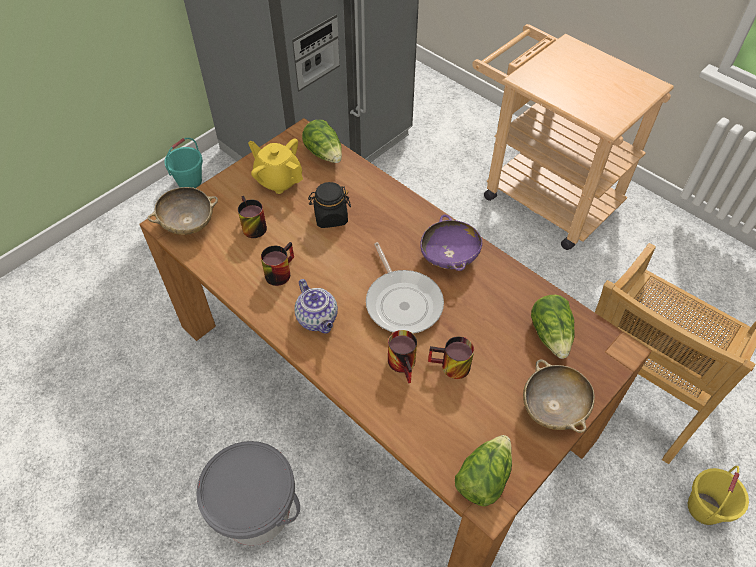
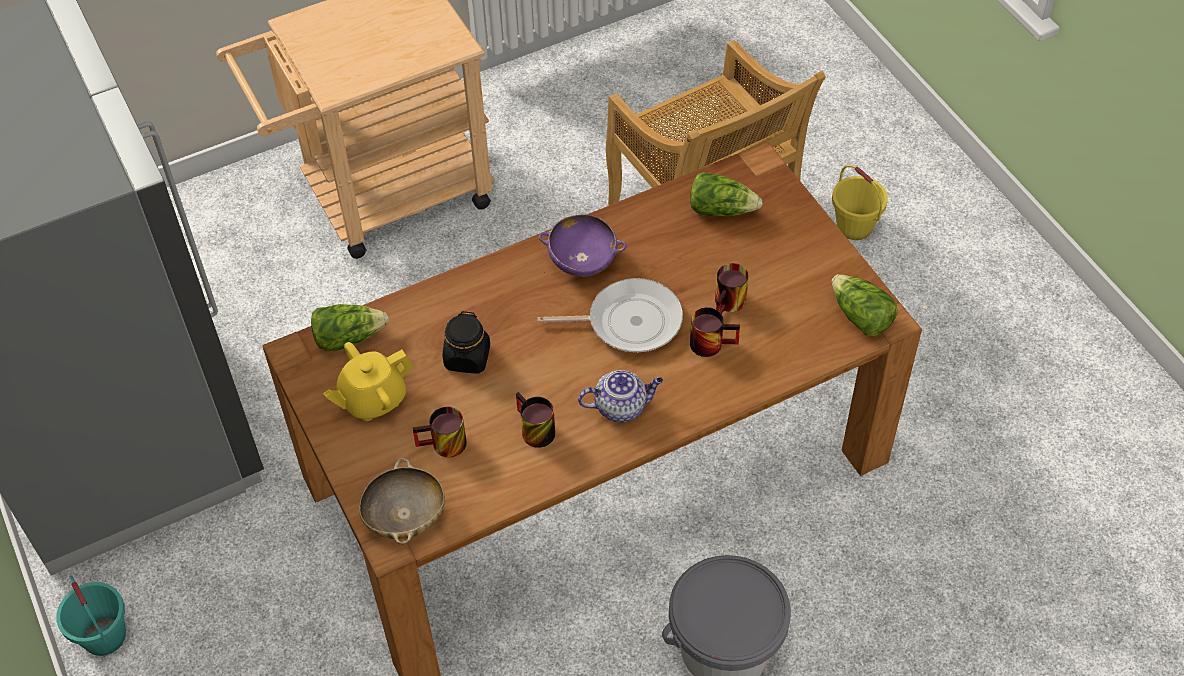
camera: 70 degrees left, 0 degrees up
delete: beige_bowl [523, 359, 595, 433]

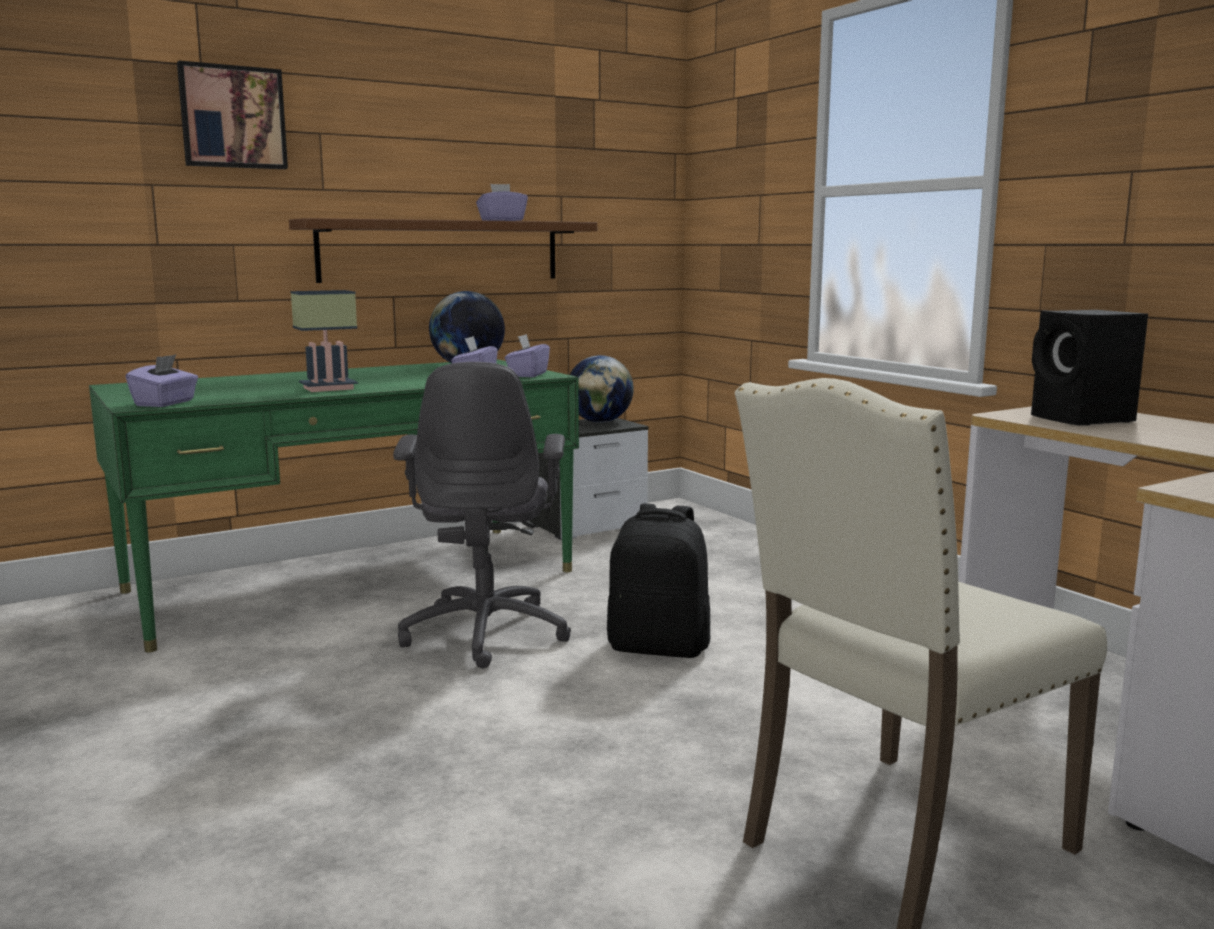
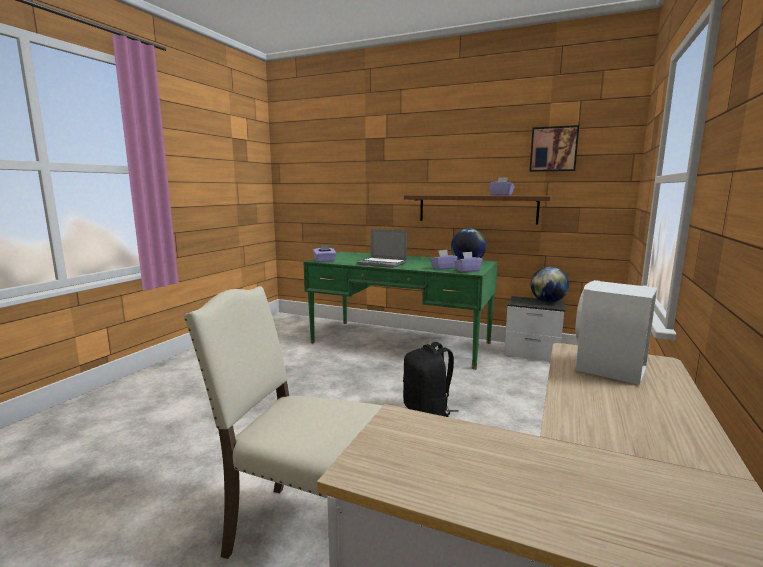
camera: 55 degrees right, 0 degrees up
delete: grey_office_chair [393, 362, 571, 668]
move: picture [177, 61, 288, 169] to [529, 125, 579, 172]
replace: table_lamp [291, 290, 358, 392] to laptop [357, 229, 407, 268]
recolor: black_speaker [1031, 310, 1148, 425] to white_speaker [575, 280, 657, 385]

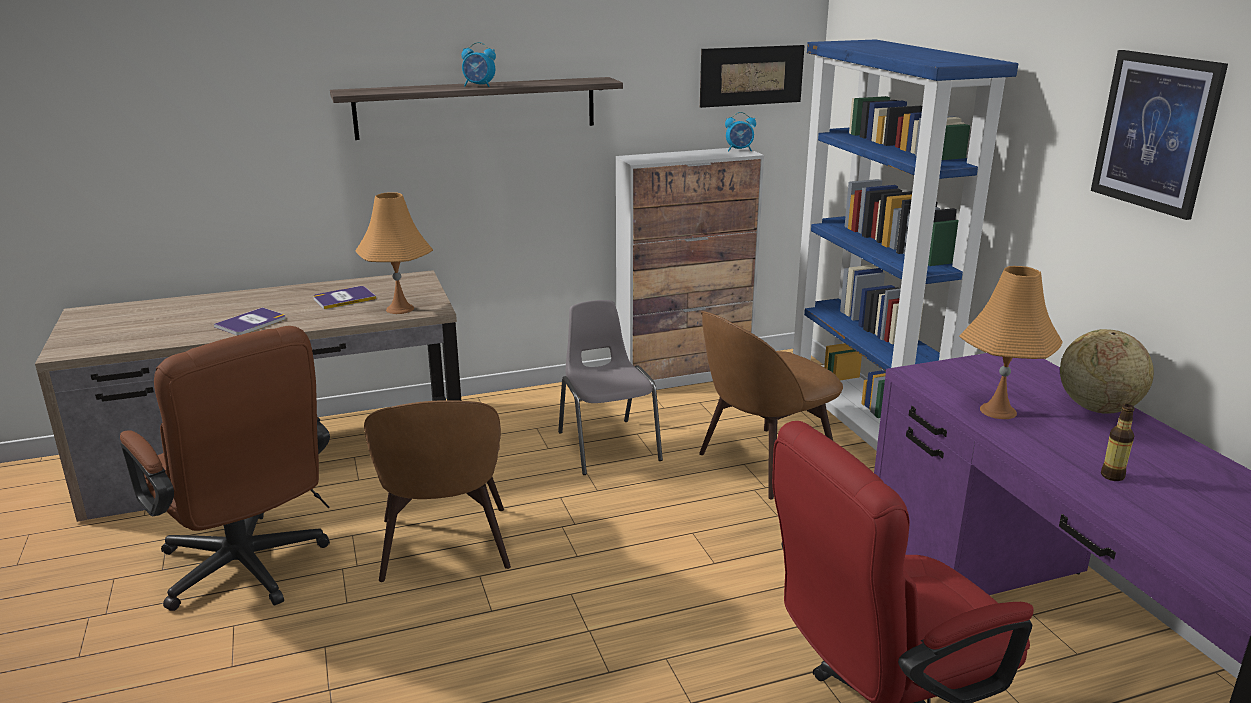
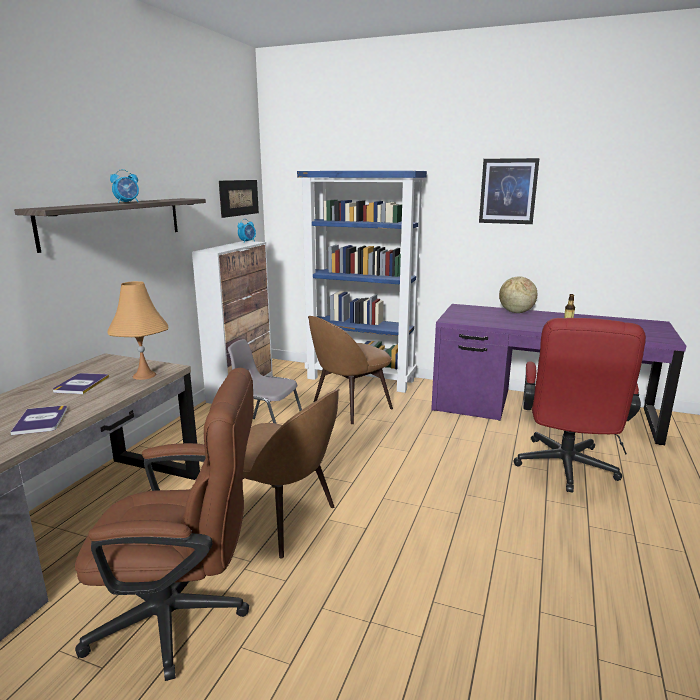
camera: 50 degrees left, 5 degrees down
delete: orange_table_lamp [959, 266, 1063, 419]
rotate: brown_chair [699, 311, 843, 499] = [308, 316, 393, 424] 45 degrees clockwise

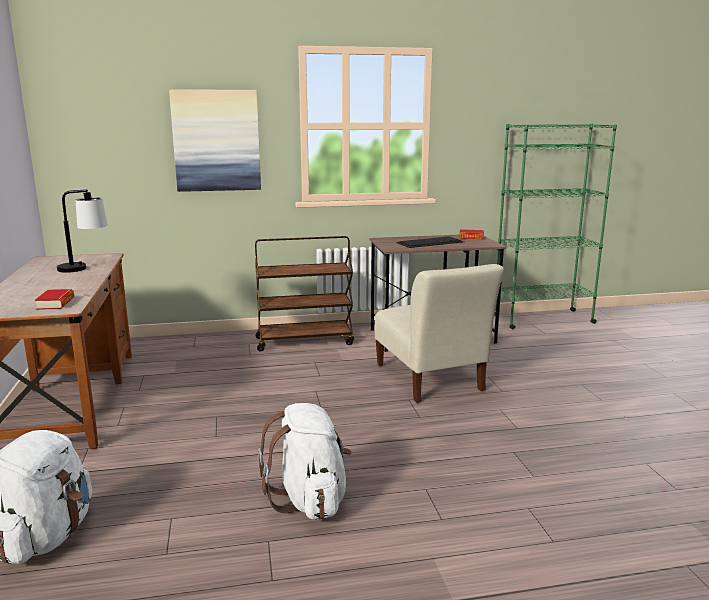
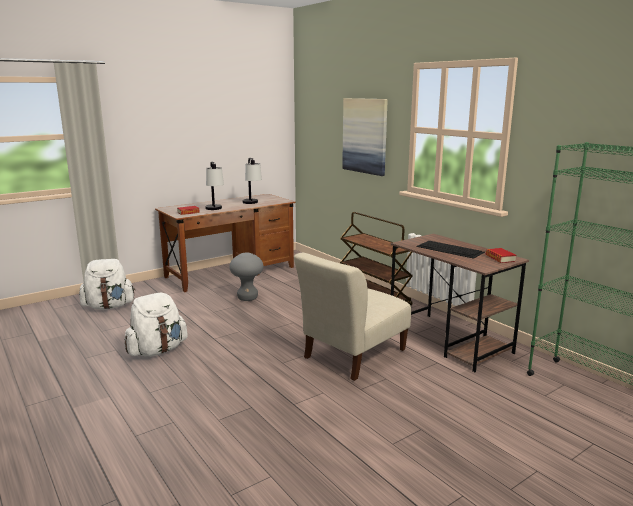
camera: 65 degrees right, 0 degrees up
insert: table_lamp [205, 162, 224, 210]; grey_stool [229, 252, 263, 301]

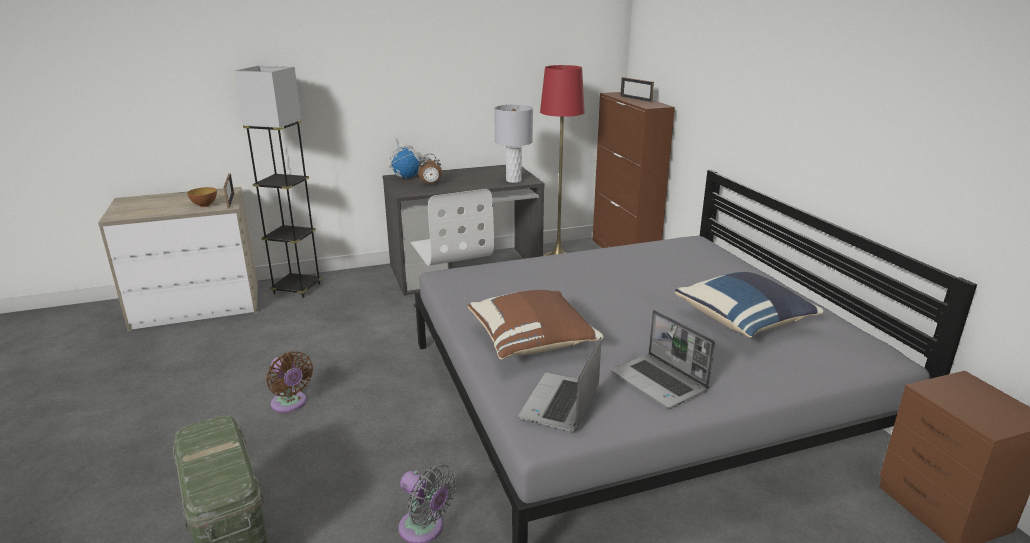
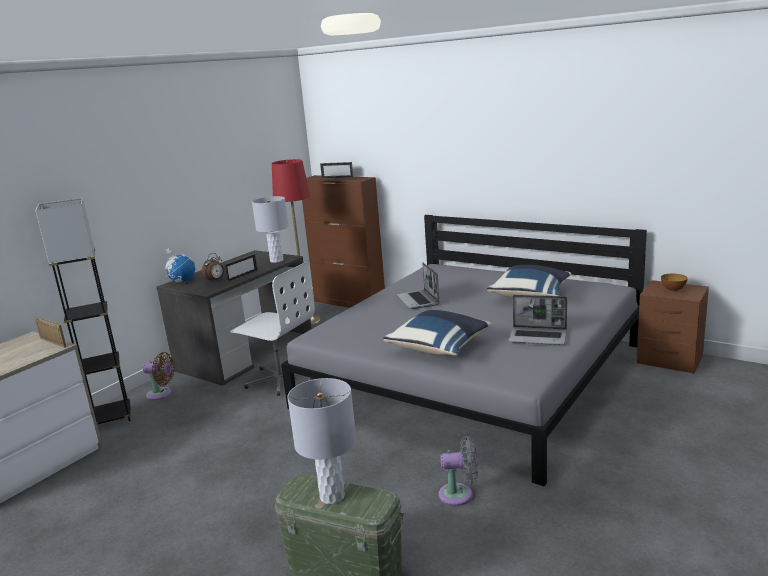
camera: 35 degrees left, 5 degrees down
insert: picture_frame [224, 254, 258, 282]; grey_table_lamp [287, 378, 356, 504]
move: brown_fan [266, 351, 313, 413] to [143, 352, 175, 400]; laptop [518, 337, 601, 432] to [396, 263, 440, 309]; bowl [187, 187, 217, 207] to [661, 274, 688, 292]
recolor: brown_pillow [468, 290, 604, 360] to blue_pillow [383, 310, 491, 355]

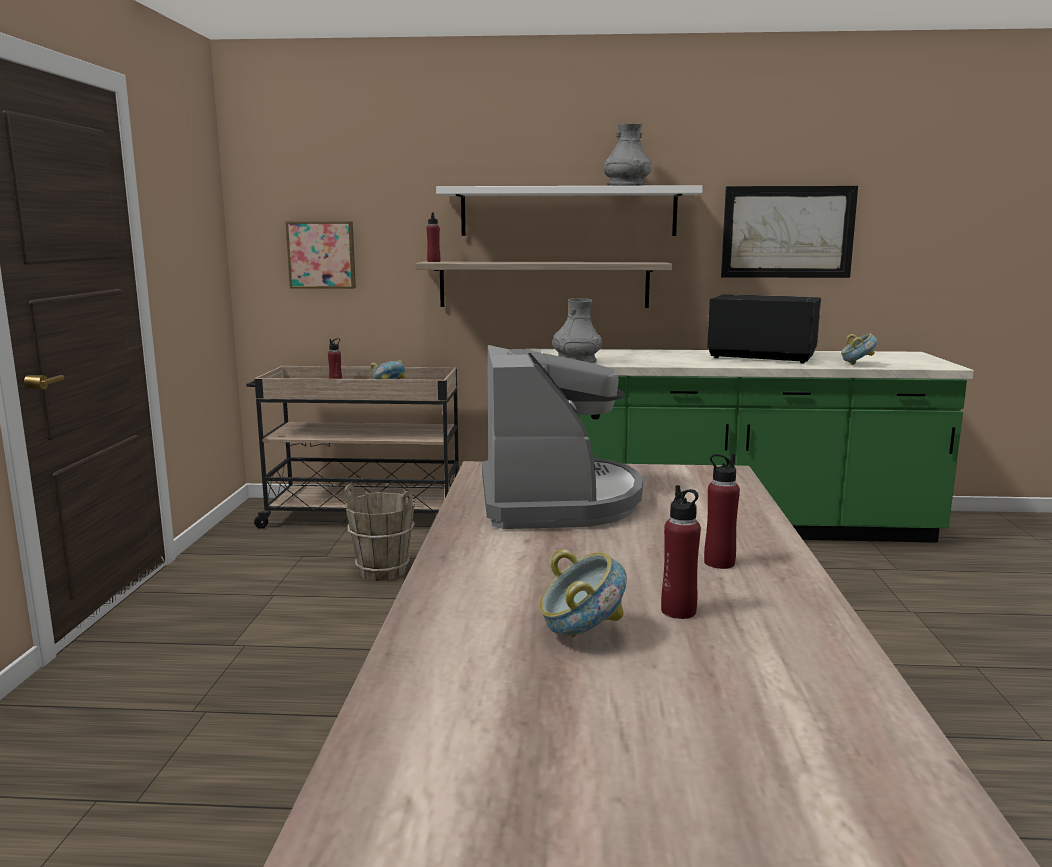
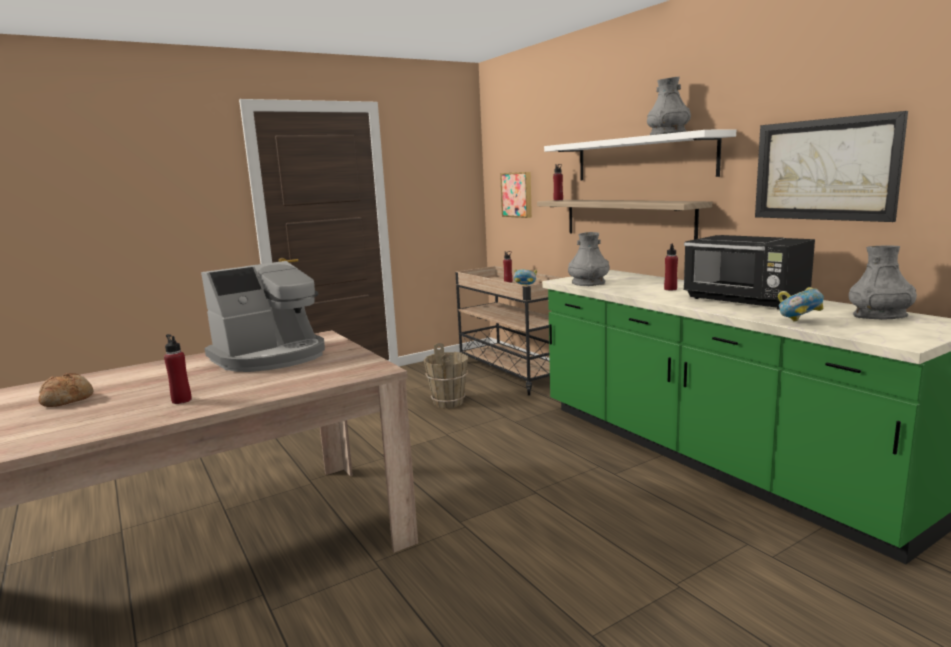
camera: 55 degrees right, 0 degrees up
insert: grey_vase [849, 245, 917, 320]
move: red_bottle [661, 485, 701, 619] to [664, 244, 678, 290]
replace: bowl [540, 549, 627, 637] to bread [38, 373, 93, 407]
rotate: black_microwave [707, 294, 821, 363] = [683, 235, 815, 310] 150 degrees clockwise

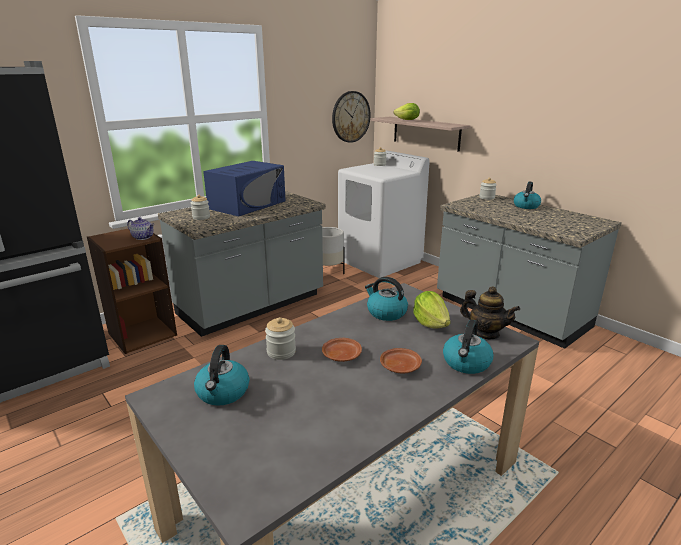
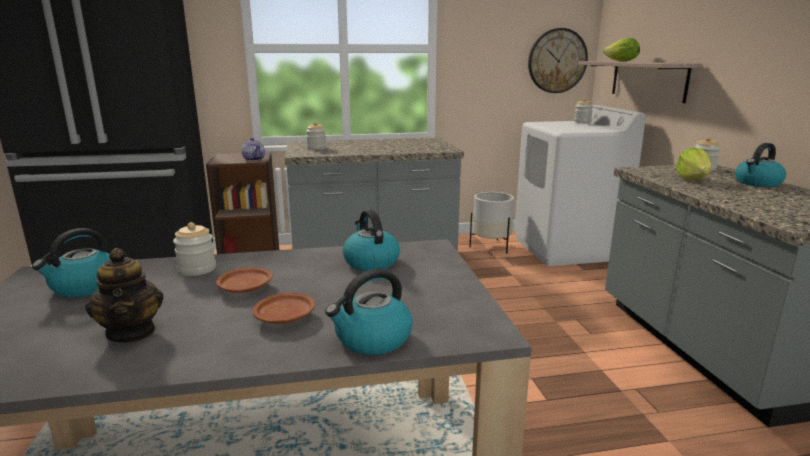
camera: 30 degrees right, 5 degrees down
delete: blue_microwave [203, 161, 286, 217]
move: teapot [460, 286, 520, 339] to [85, 248, 163, 343]; lettuce [413, 291, 451, 328] to [676, 148, 712, 180]

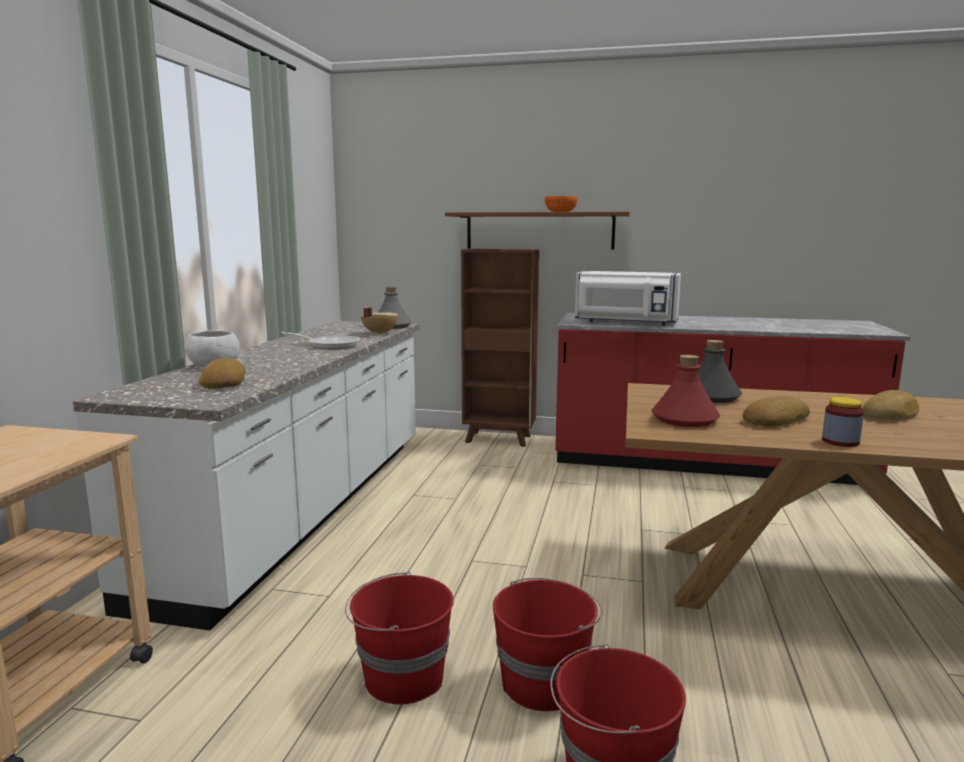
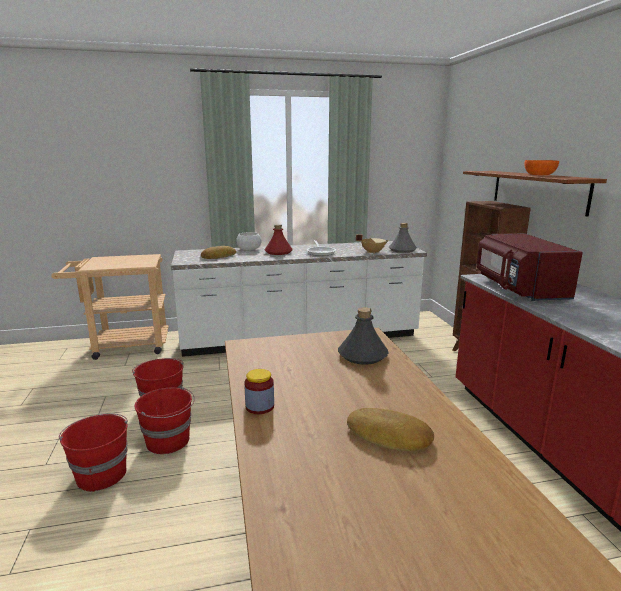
camera: 65 degrees right, 5 degrees up
delete: bread [743, 395, 810, 427]
move: red_bottle [651, 355, 720, 427] to [265, 224, 293, 255]
recolor: white_microwave [575, 271, 681, 326] to red_microwave [476, 233, 583, 301]

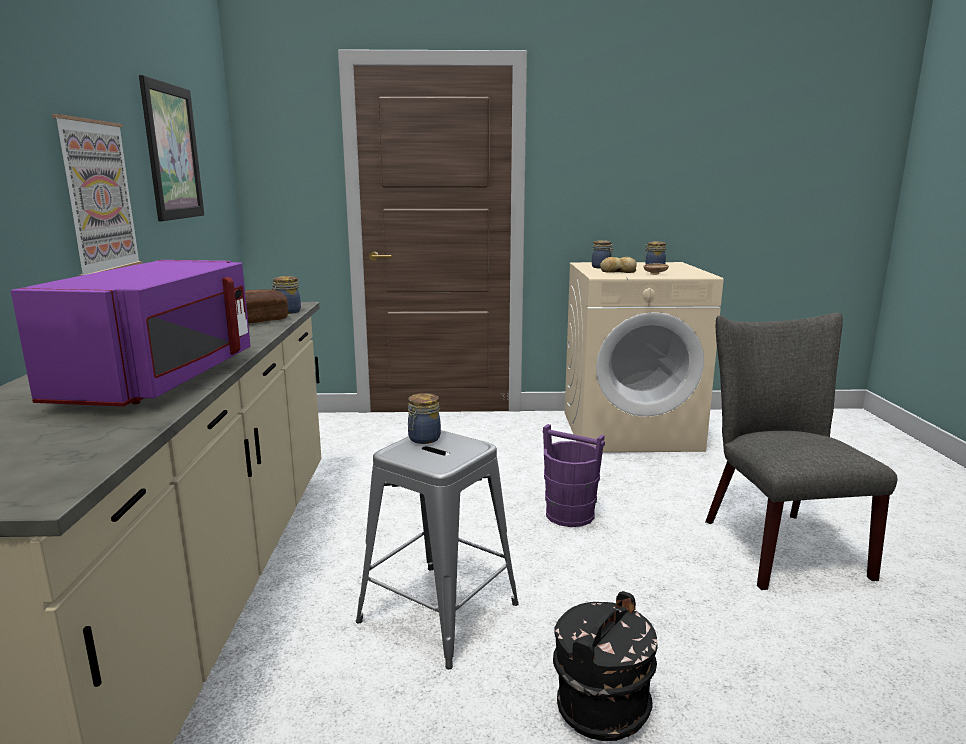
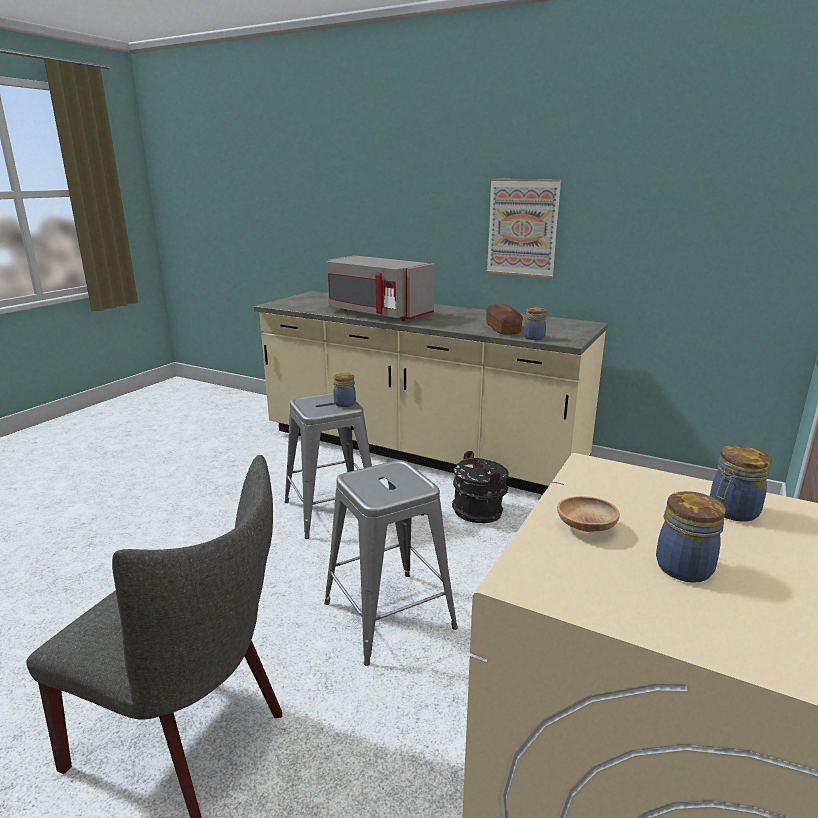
camera: 120 degrees right, 5 degrees up
delete: picture [139, 75, 204, 221]; bread [600, 257, 637, 273]
move: black_bucket [553, 591, 657, 741] to [452, 451, 509, 523]
replace: purple_bucket [543, 424, 605, 527] to grey_stool [324, 460, 458, 666]
recolor: purple_microwave [11, 260, 251, 407] to grey_microwave [327, 256, 435, 321]

